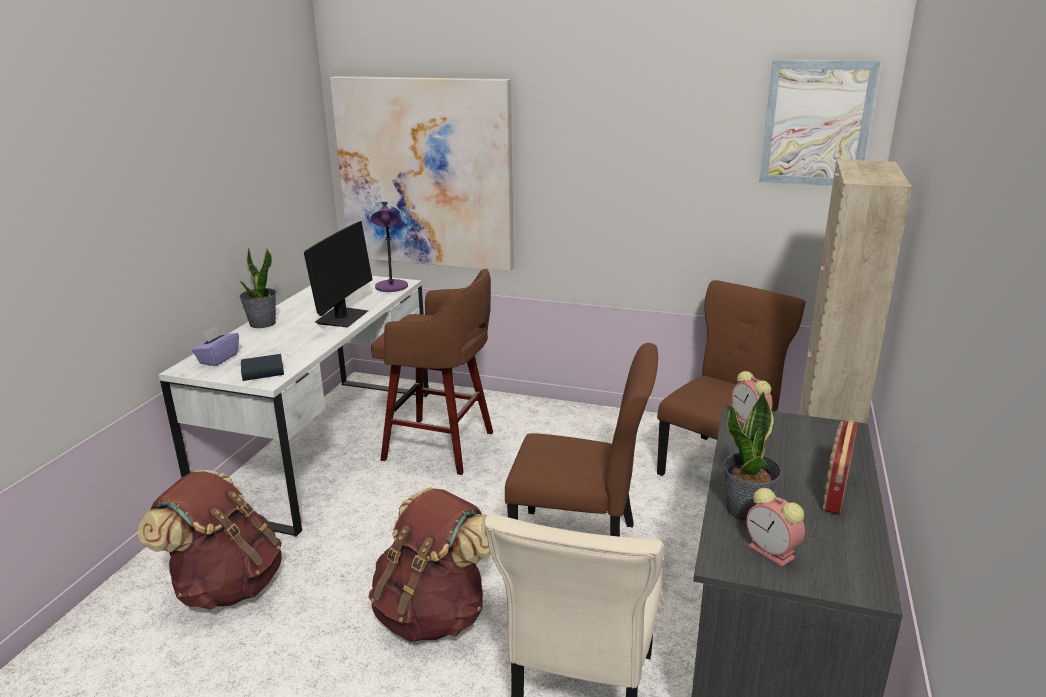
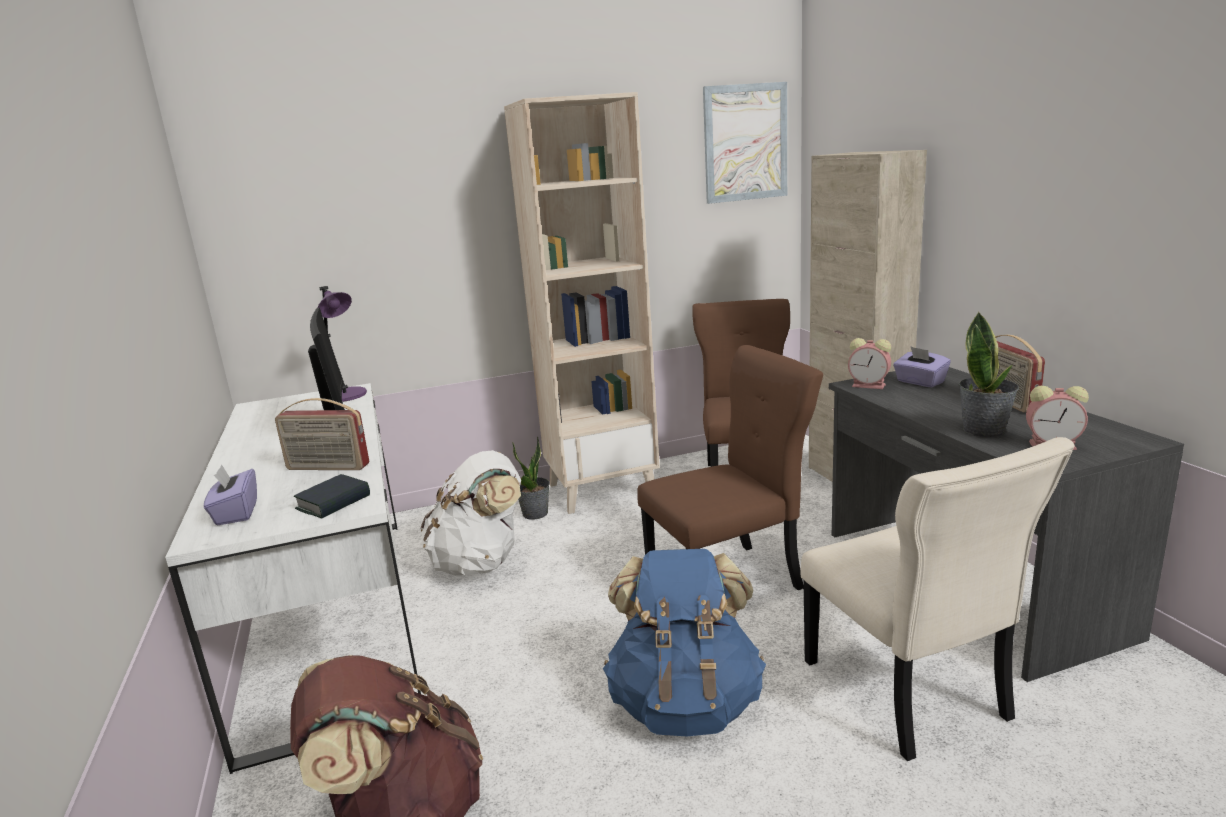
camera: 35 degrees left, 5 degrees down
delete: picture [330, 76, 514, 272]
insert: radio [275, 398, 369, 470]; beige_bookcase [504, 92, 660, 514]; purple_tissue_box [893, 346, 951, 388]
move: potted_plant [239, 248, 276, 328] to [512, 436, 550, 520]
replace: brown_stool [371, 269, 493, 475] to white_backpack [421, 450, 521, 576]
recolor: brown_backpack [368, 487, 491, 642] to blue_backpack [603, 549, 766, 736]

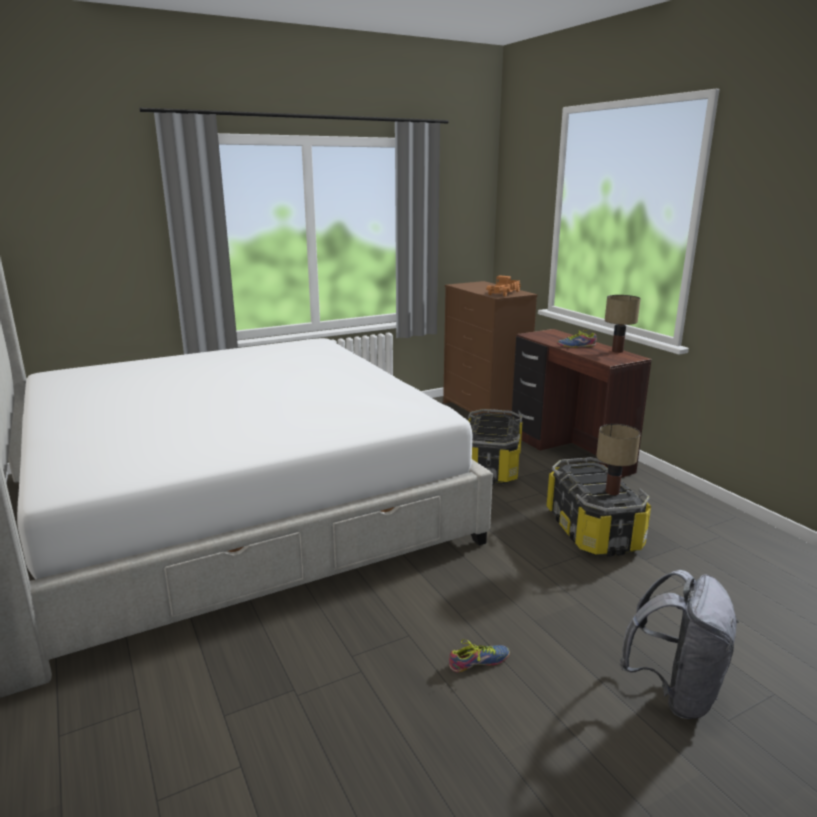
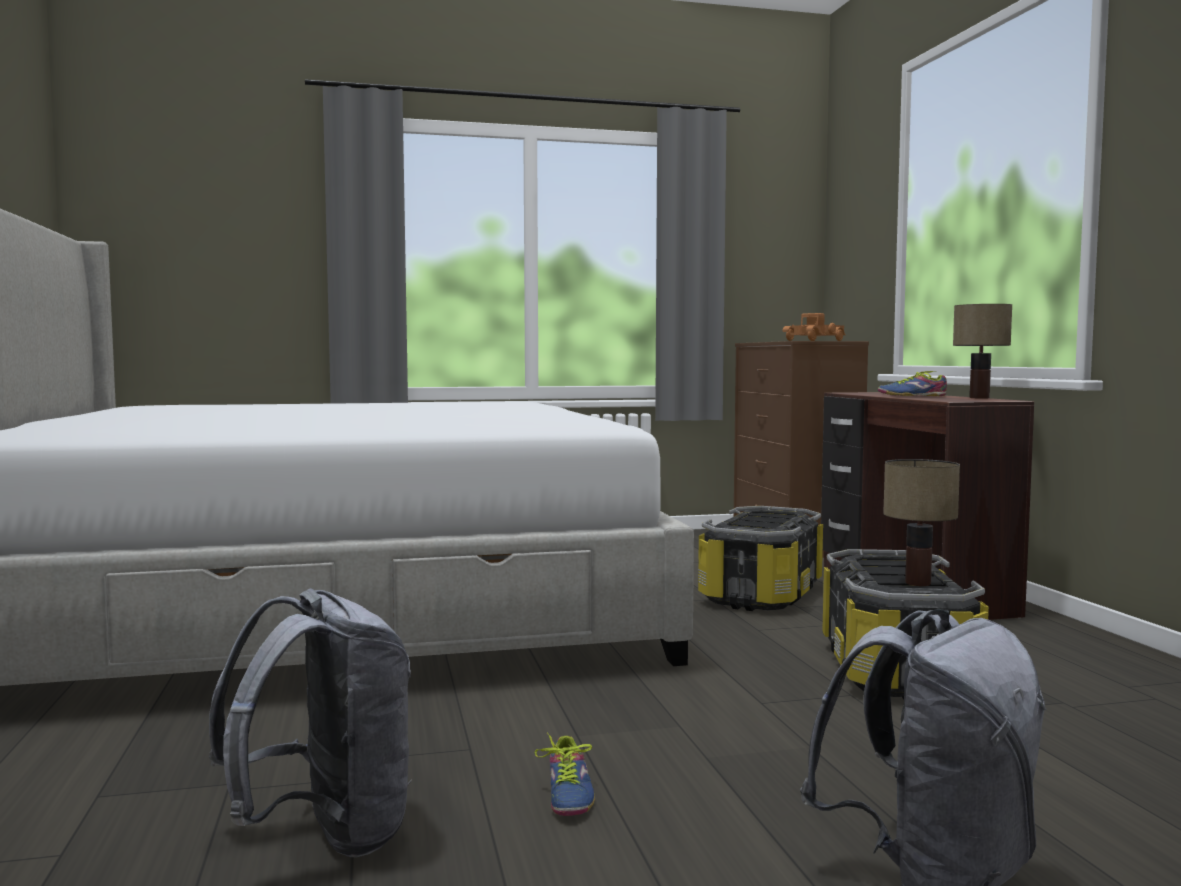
camera: 15 degrees right, 15 degrees down
insert: grey_backpack [209, 588, 412, 857]
rotate: shoe [449, 639, 510, 673] = [535, 733, 595, 816] 90 degrees clockwise

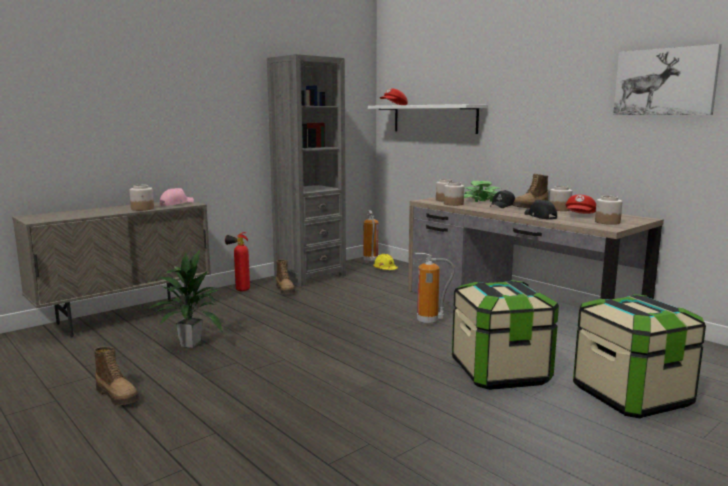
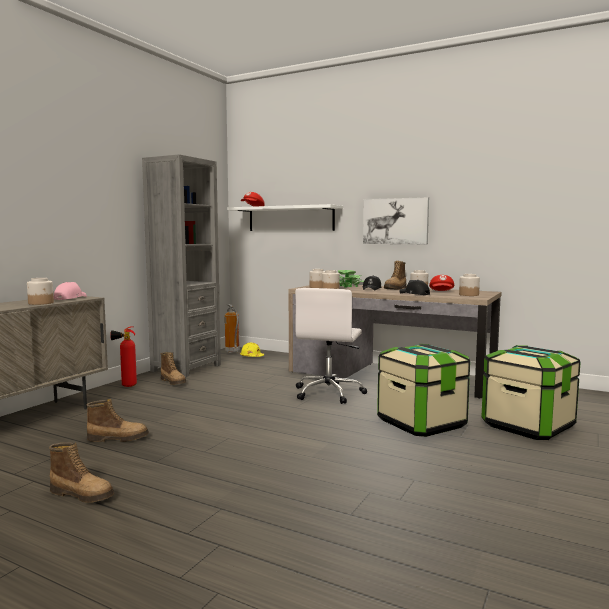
camera: 20 degrees left, 5 degrees down
move: picture [613, 44, 722, 115] to [363, 197, 429, 244]
replace: potted_plant [149, 250, 223, 348] to boot [87, 399, 149, 442]; fire_extinguisher [413, 253, 455, 325] to white_office_chair [295, 288, 367, 404]

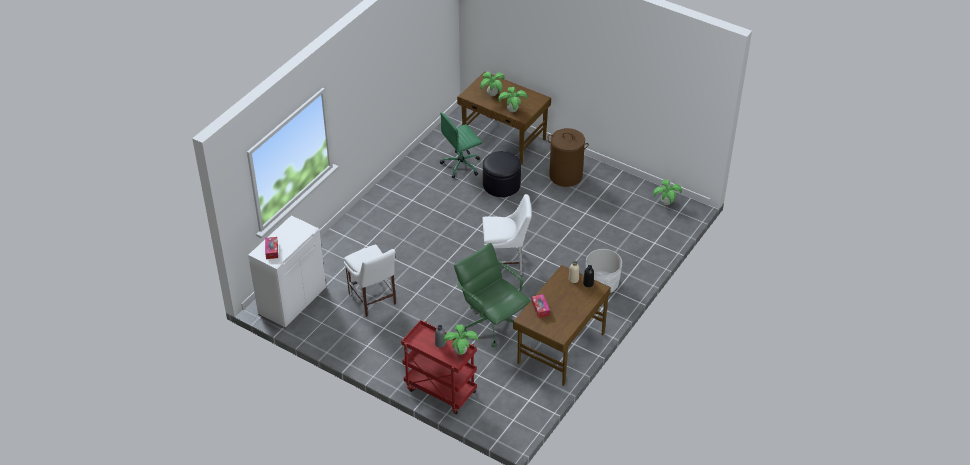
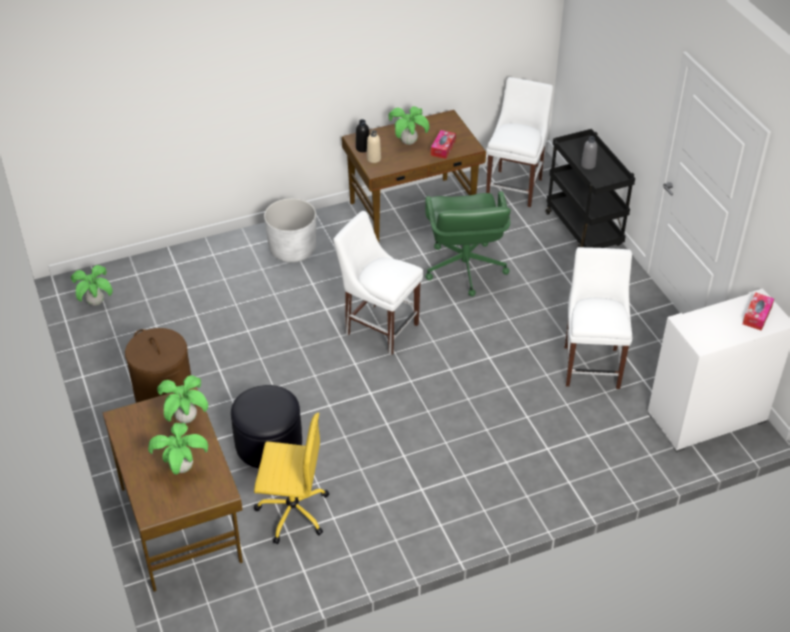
camera: 145 degrees left, 0 degrees up
insert: white_chair [486, 77, 553, 208]
move: potted_plant [443, 324, 478, 355] to [388, 106, 429, 145]
recolor: green_office_chair [440, 113, 482, 178] to yellow_office_chair [254, 413, 329, 544]; red_cart [401, 320, 477, 414] to black_cart [546, 129, 635, 248]

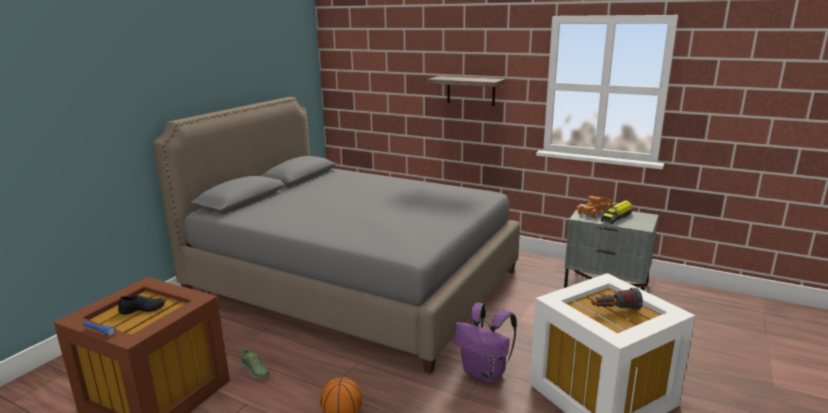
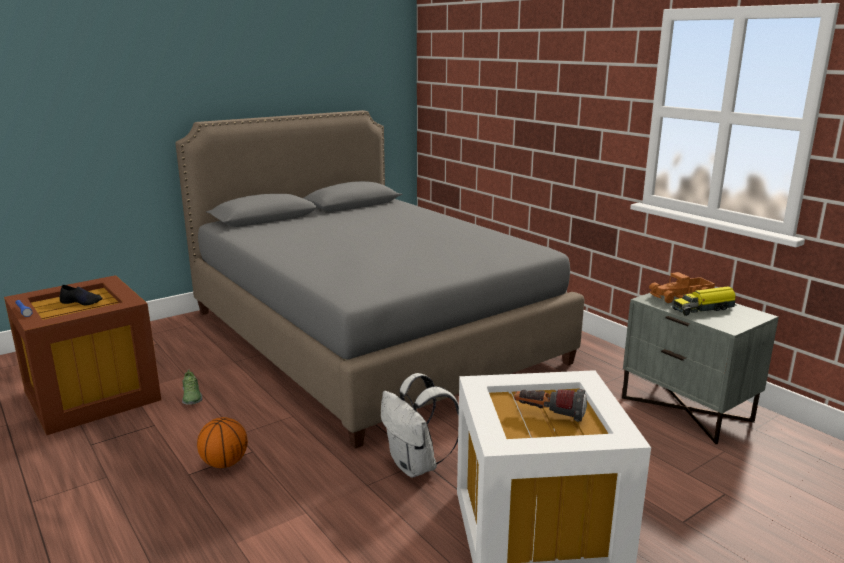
camera: 25 degrees right, 0 degrees up
delete: shelf [427, 76, 505, 106]
recolor: purple_backpack [455, 303, 517, 383] to white_backpack [381, 373, 459, 478]

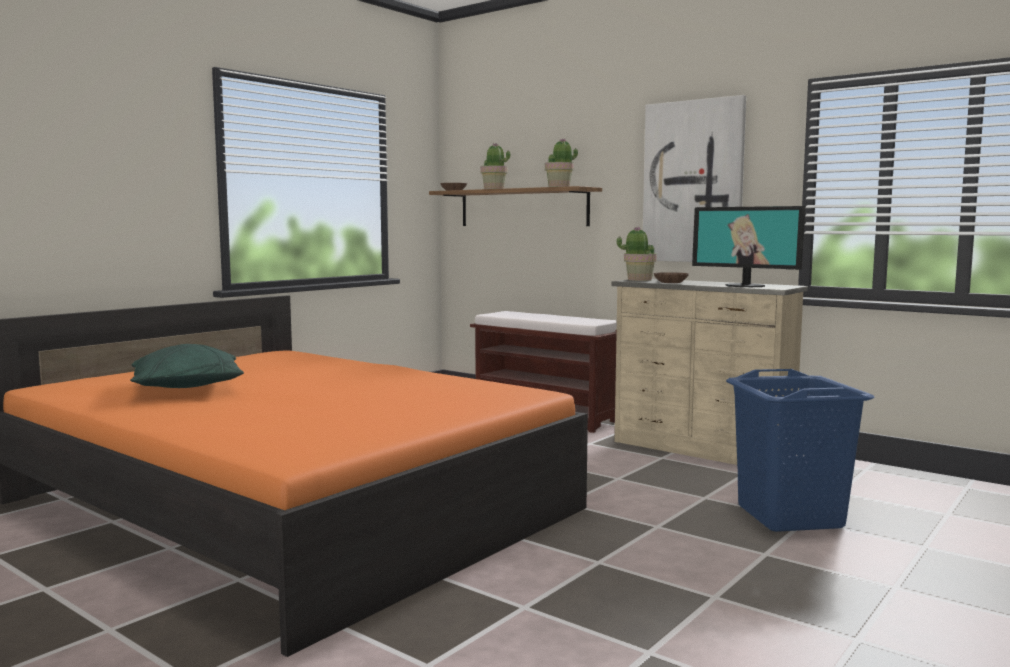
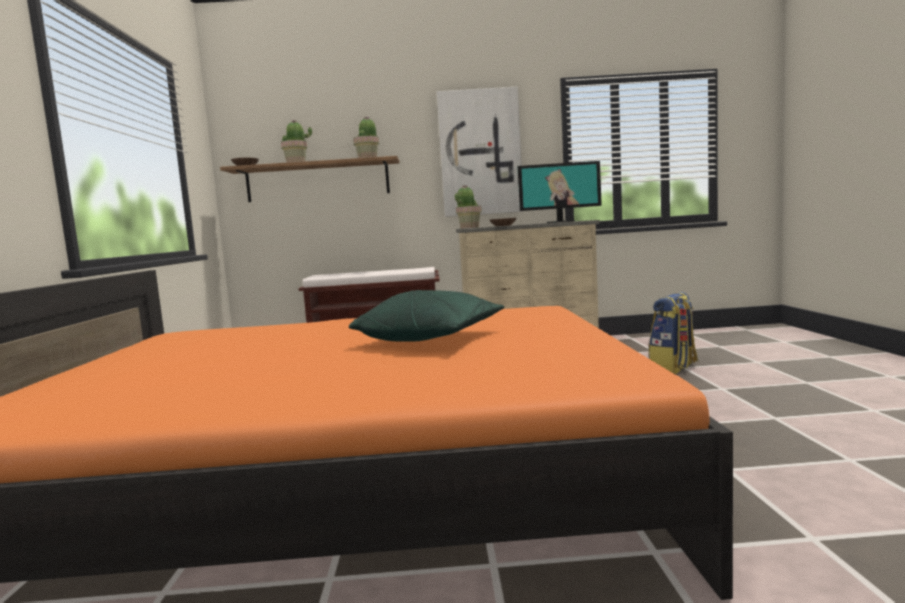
camera: 40 degrees left, 0 degrees up
move: green_pillow [130, 344, 244, 388] to [349, 290, 504, 342]
replace: blue_laundry_basket [726, 369, 875, 532] to backpack [649, 292, 698, 375]

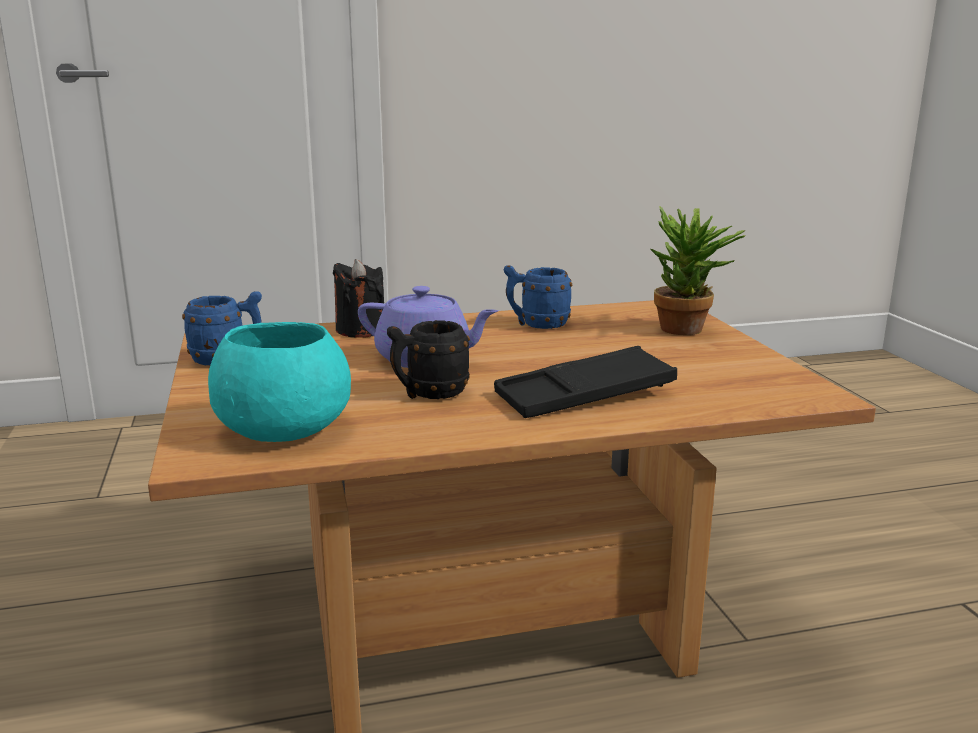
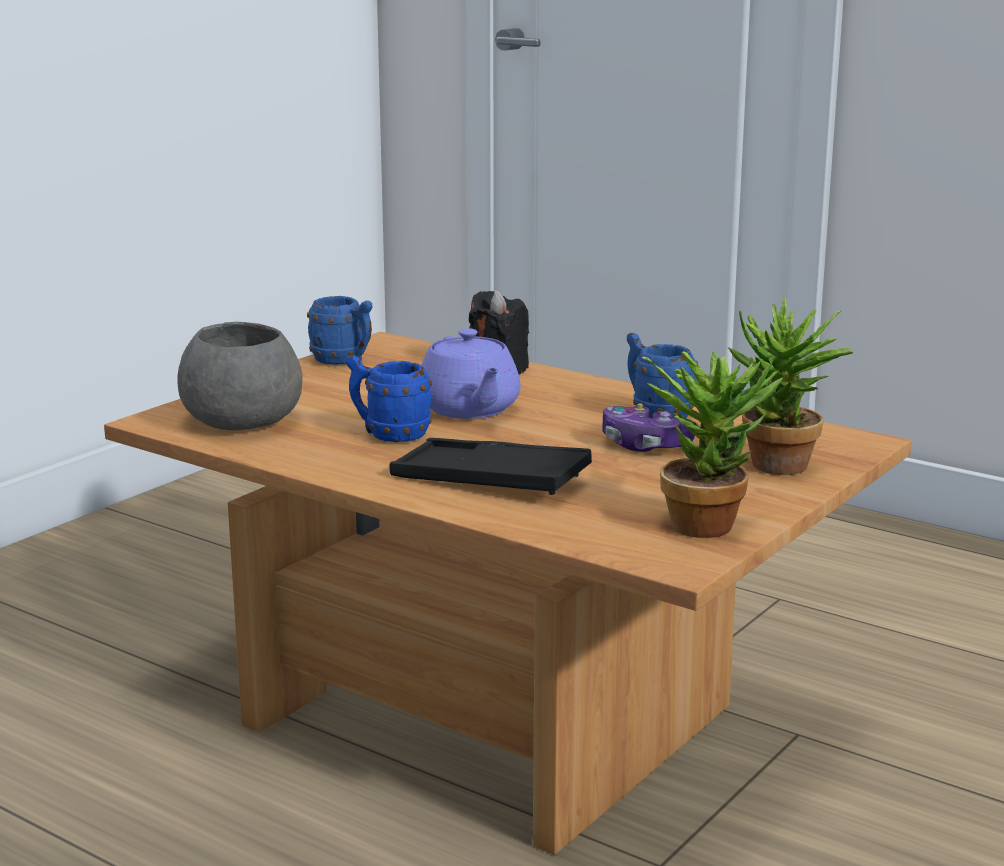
camera: 50 degrees right, 0 degrees up
insert: game_controller [602, 403, 695, 452]; potted_plant [642, 351, 783, 538]
recolor: turquoise_bowl [208, 322, 351, 442] to grey_bowl [177, 322, 303, 430]; black_mug [387, 320, 470, 399] to blue_mug [346, 355, 432, 442]

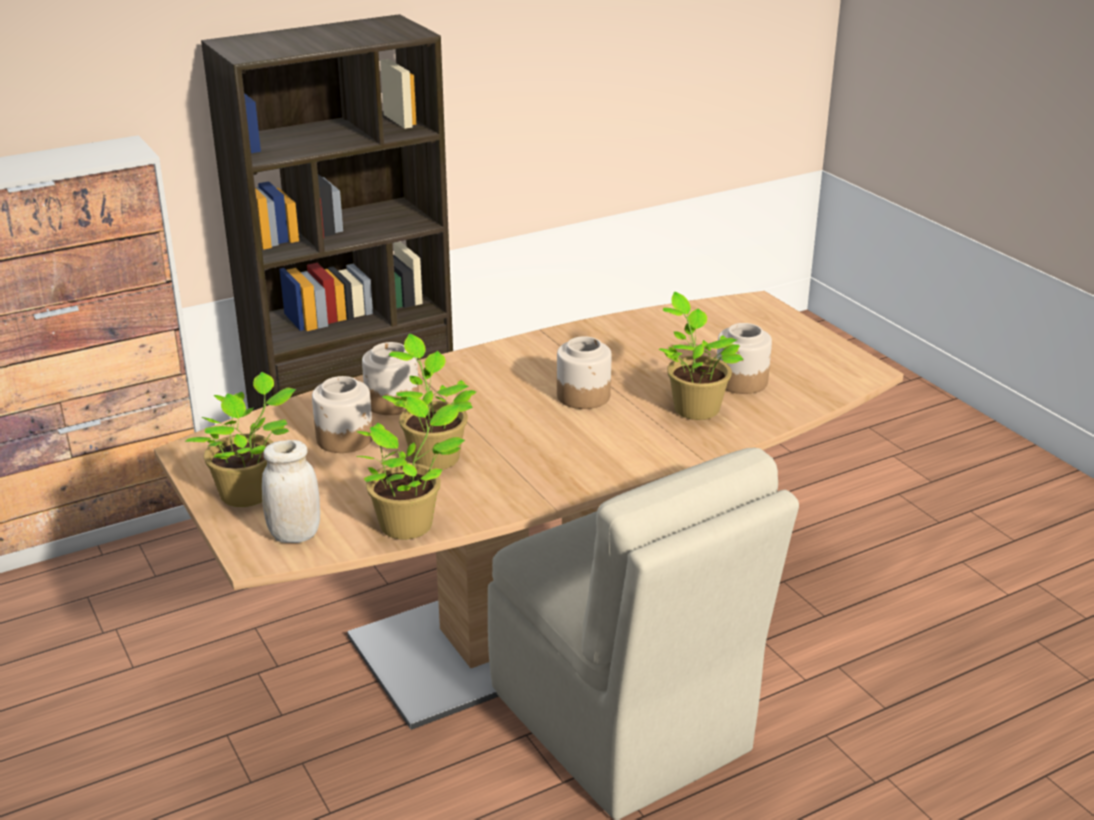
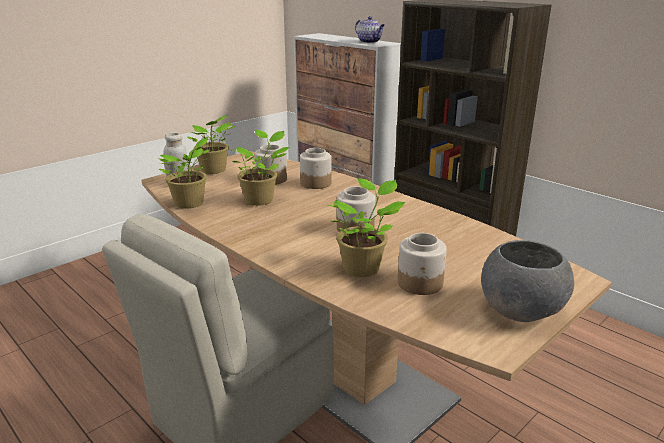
camera: 75 degrees right, 5 degrees down
insert: teapot [355, 16, 385, 43]; grey_bowl [481, 240, 574, 322]

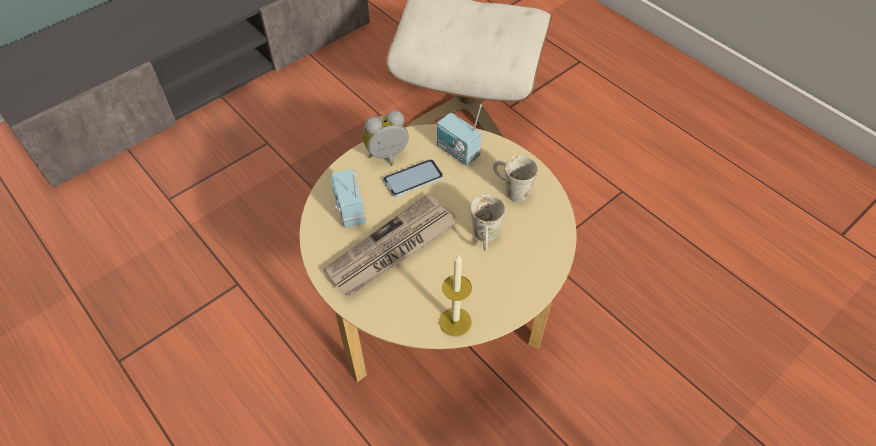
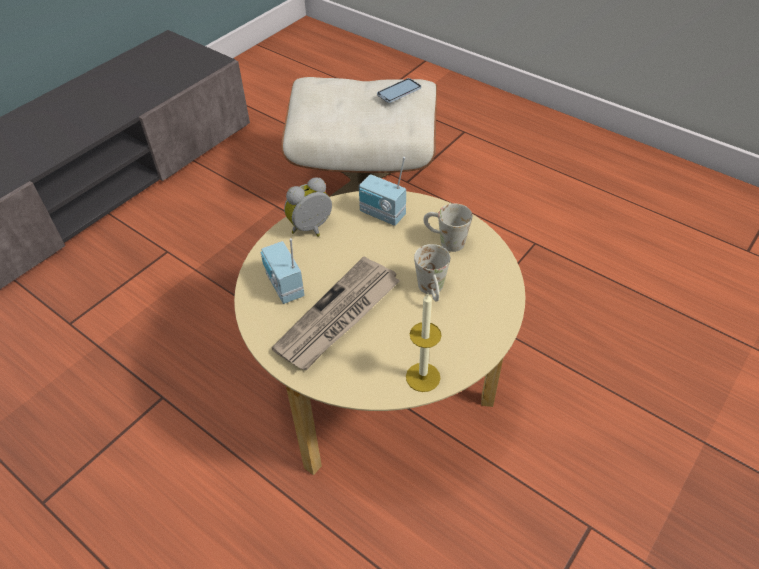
camera: 10 degrees left, 5 degrees down
move: phone [383, 159, 443, 197] to [377, 78, 421, 103]

